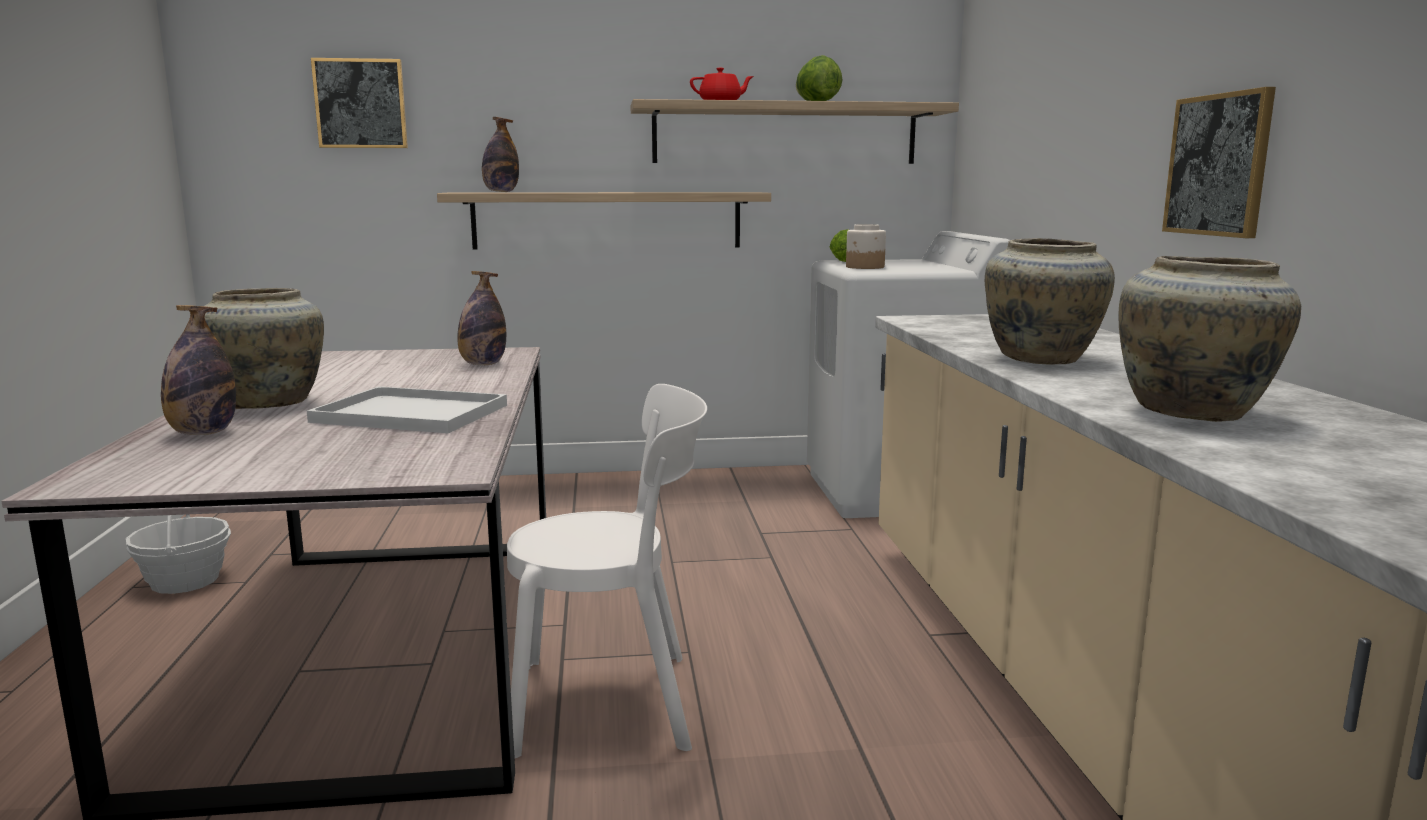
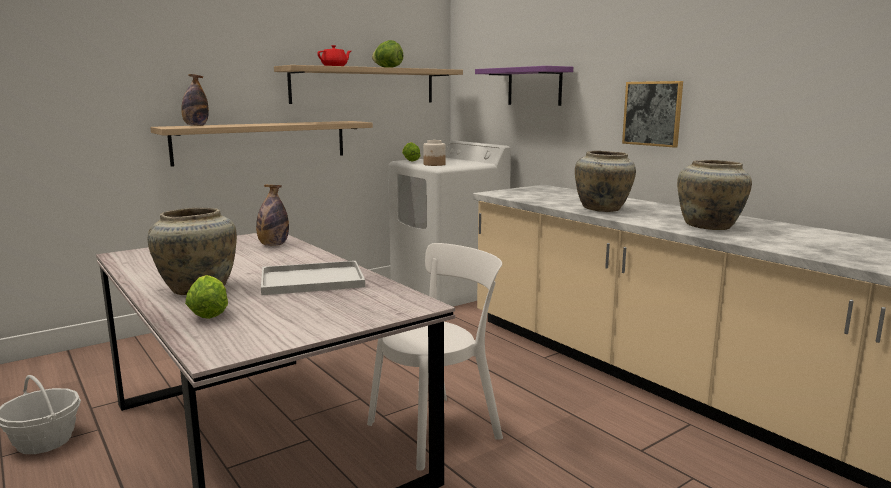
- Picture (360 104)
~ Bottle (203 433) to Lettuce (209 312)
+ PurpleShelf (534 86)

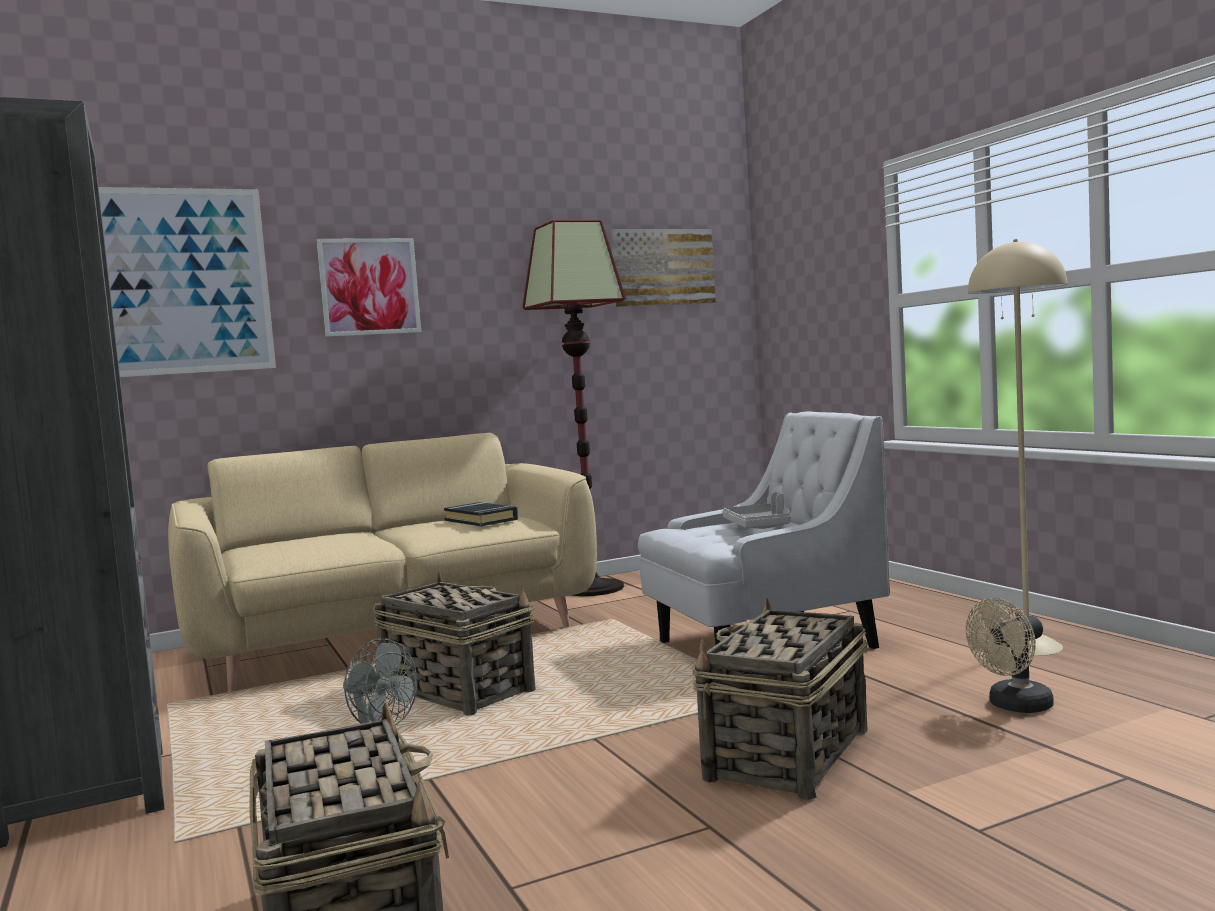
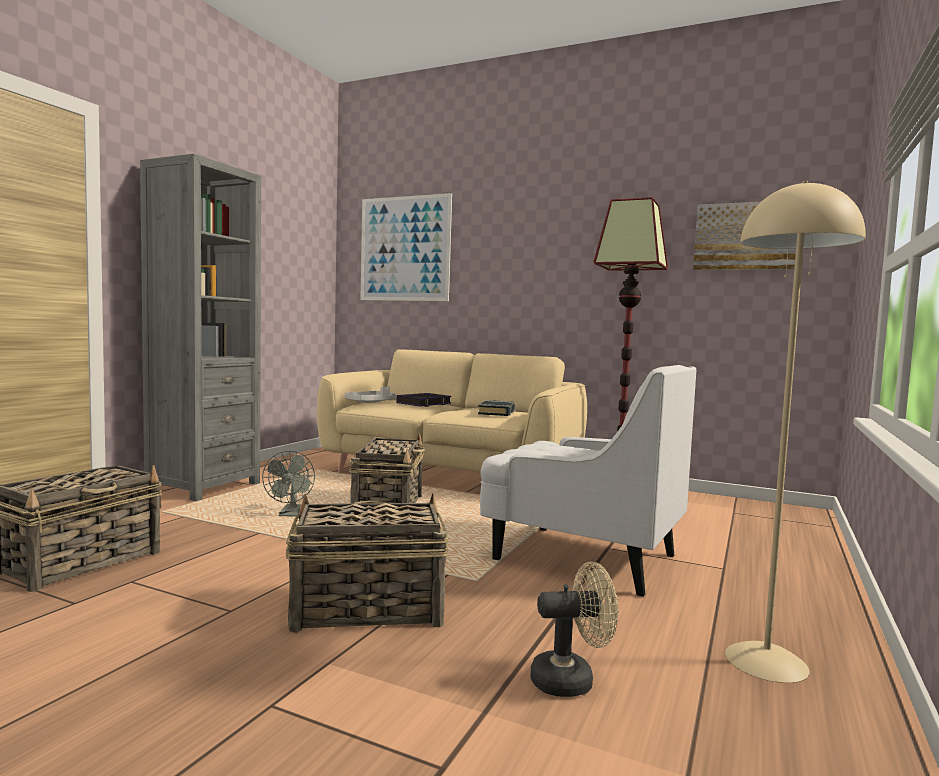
- Picture (369 287)
~ GreyTray (760 527) to (370 402)
~ BeigeFan (1014 706) = (572 680) 150 degrees clockwise
+ Book (424 404)

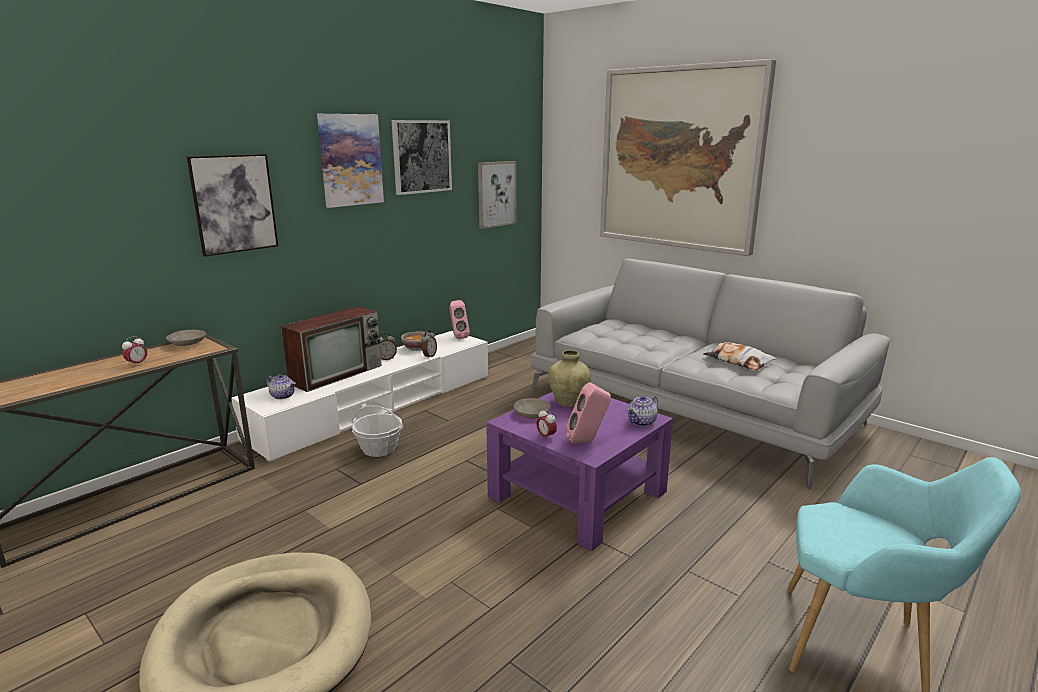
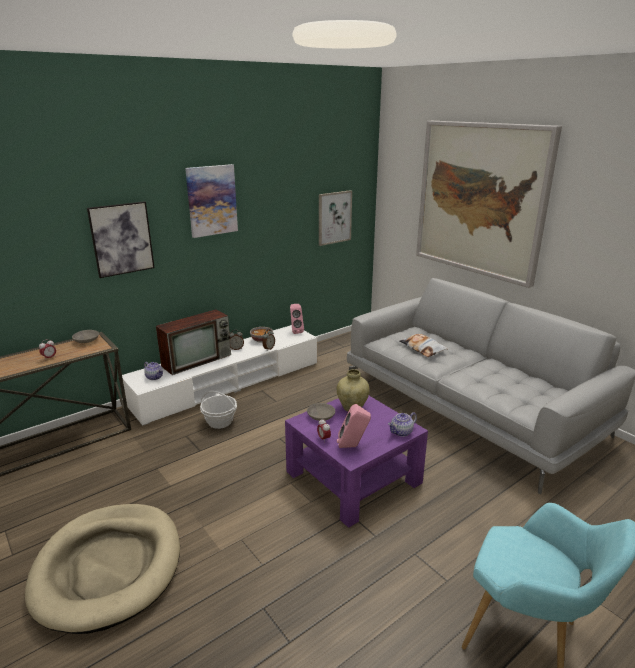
- Picture (421 156)
~ Pillow (738 361) to (422 348)

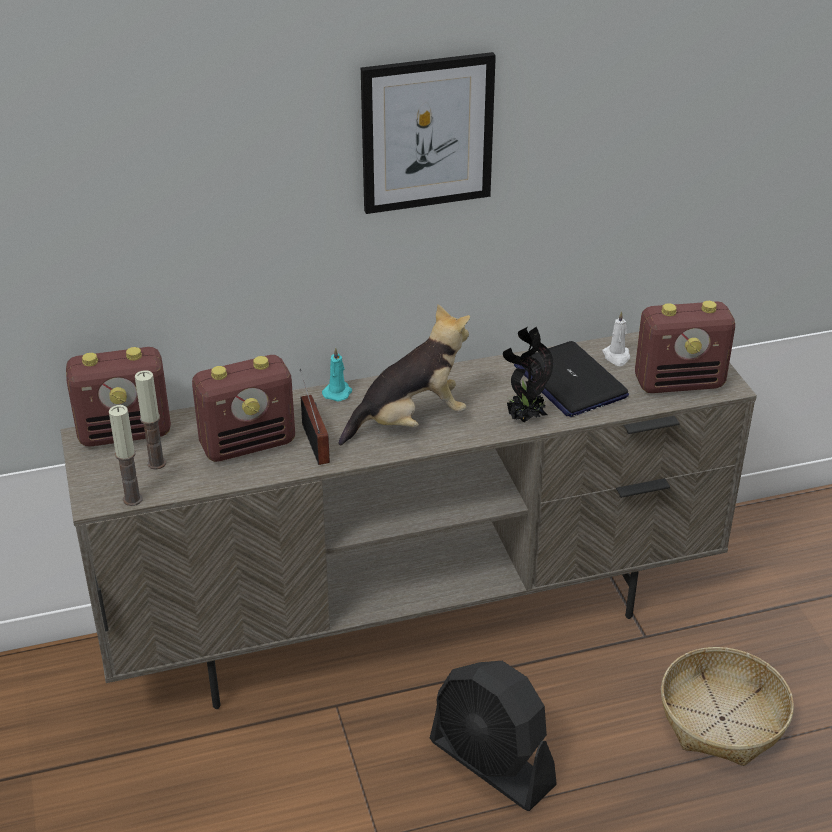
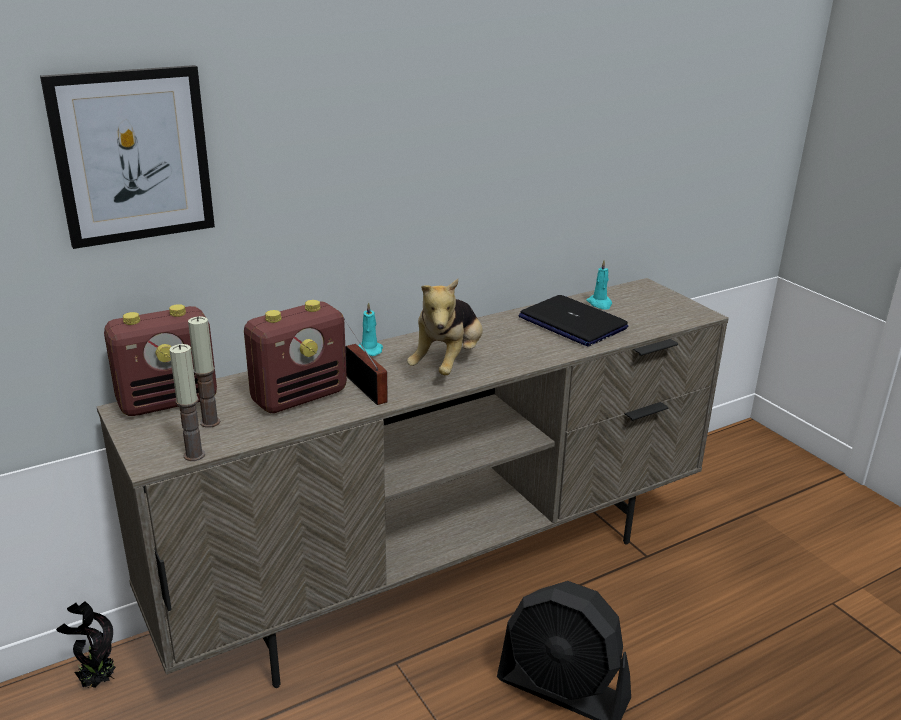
~ Picture (427 133) to (133 156)
- Radio (679 383)
~ PlushToy (410 421) = (448 363) 150 degrees clockwise
~ WhiteCandle (616 357) to TurquoiseCandle (600 304)
~ PottedPlant (524 418) to (96 682)
- Basket (722 719)

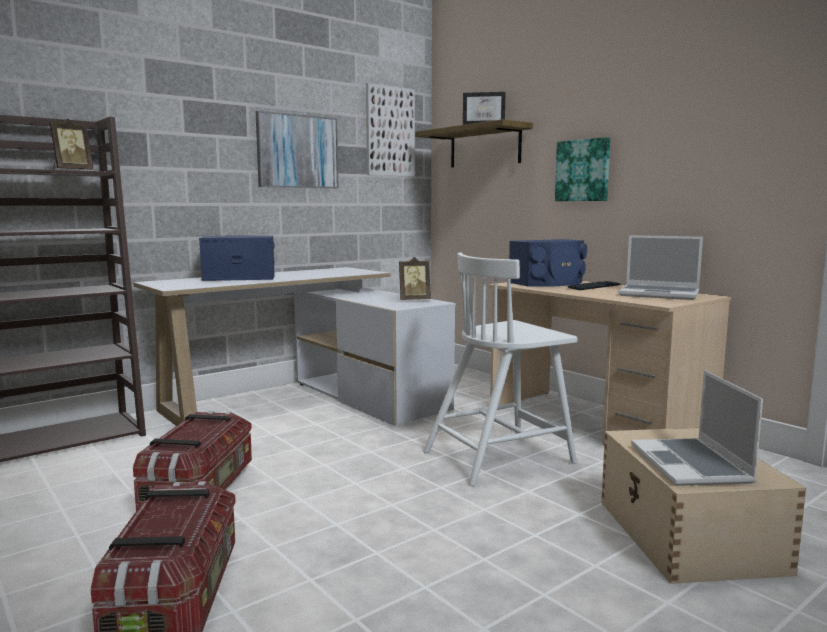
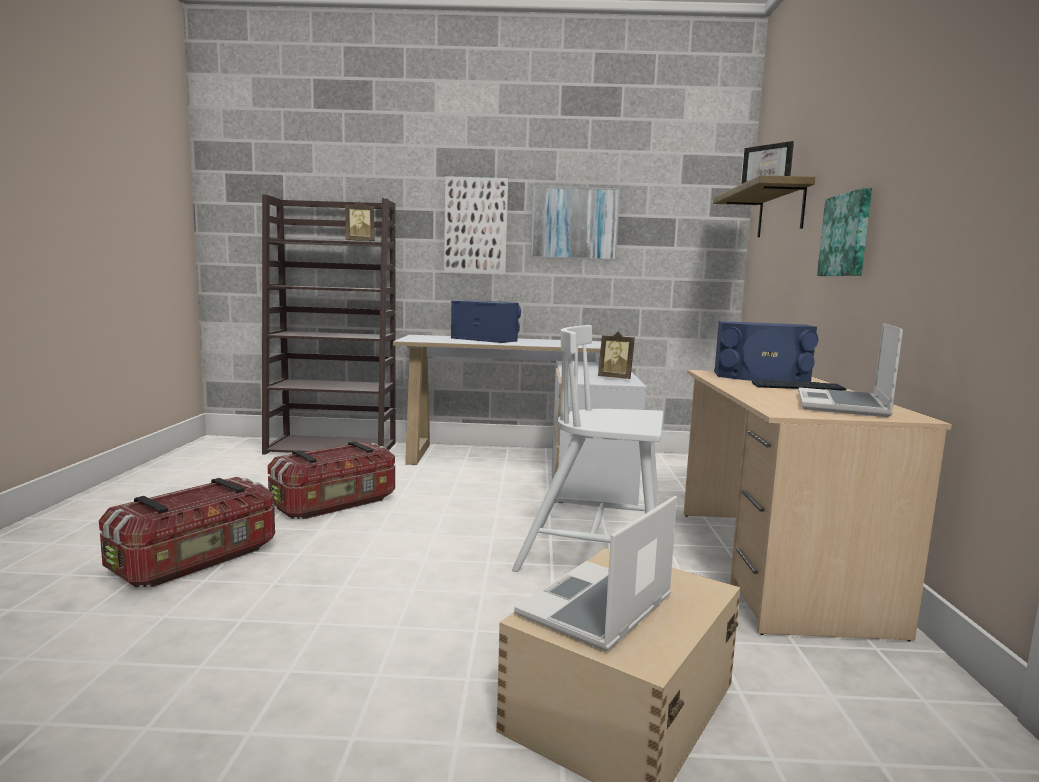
~ Picture (390 131) to (475 226)
~ Laptop (660 294) = (843 405) 45 degrees clockwise

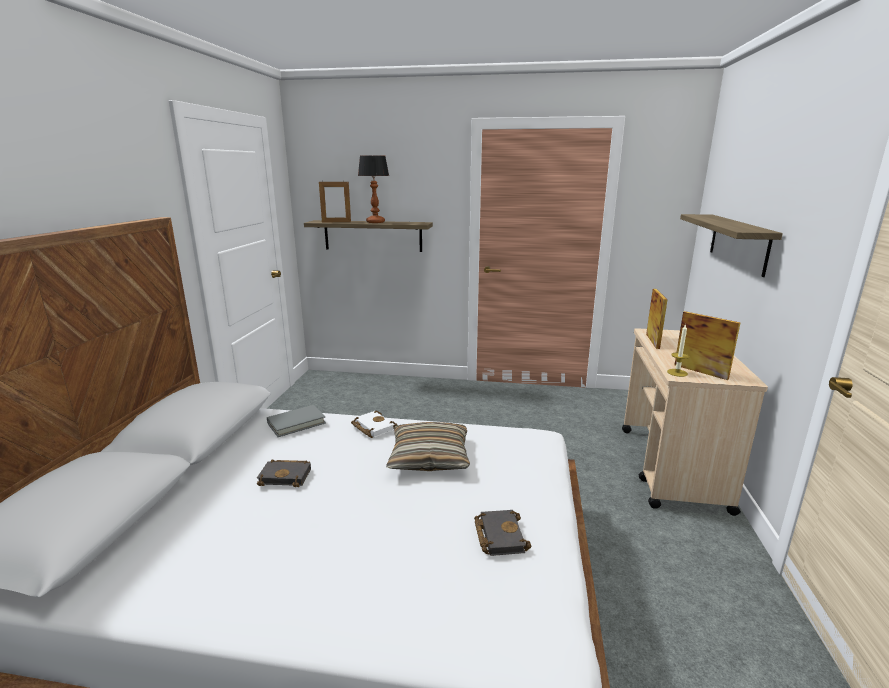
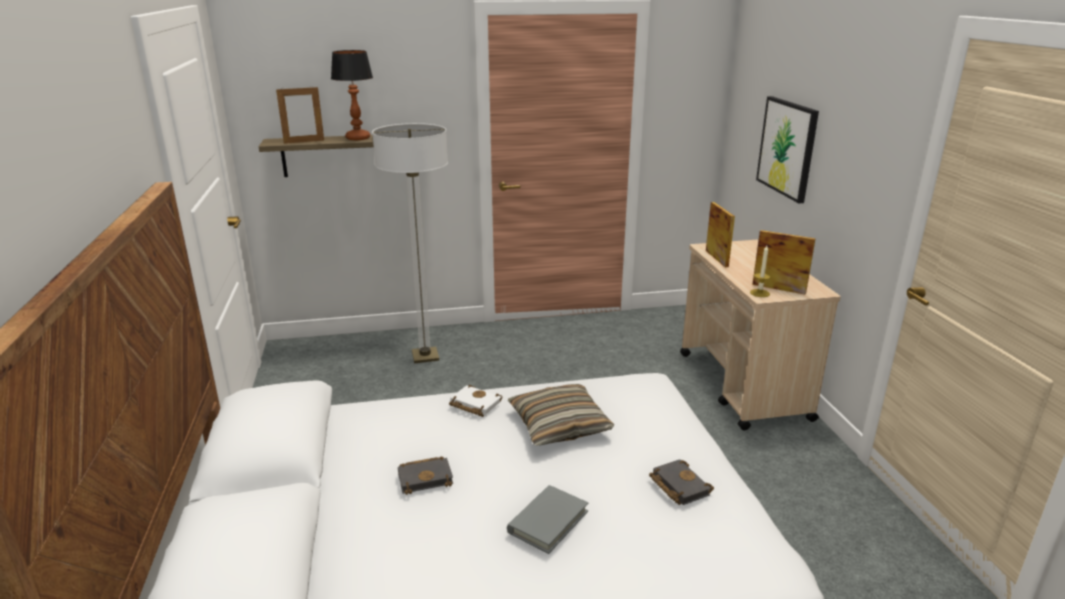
~ Shelf (738 242) to Picture (787 148)
~ GreyBook (296 423) to (548 521)
+ FloorLamp (425 356)

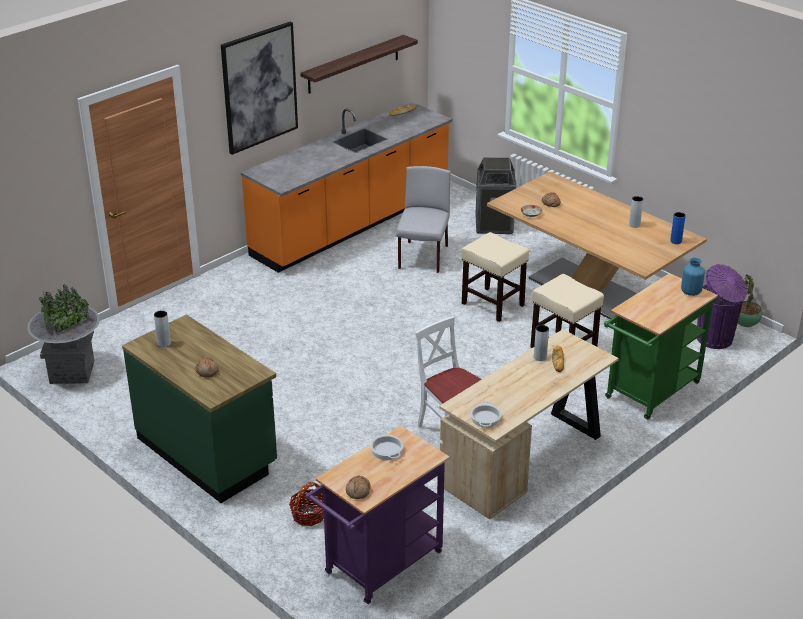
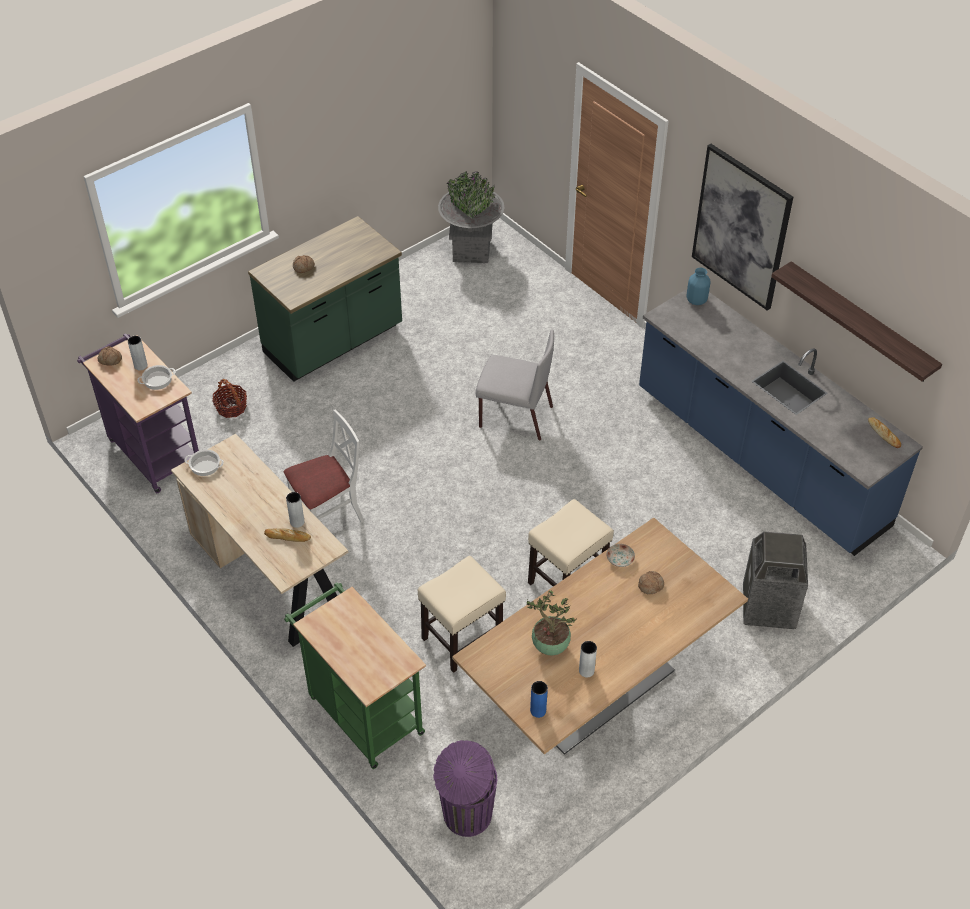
~ OrangeCounter (352 225) to BlueCounter (759 458)
~ GreyChair (423 258) to (514 416)
~ BlueVase (690 292) to (696 300)
~ PottedPlant (745 325) to (549 646)
~ GreyVase (164 343) to (140 366)

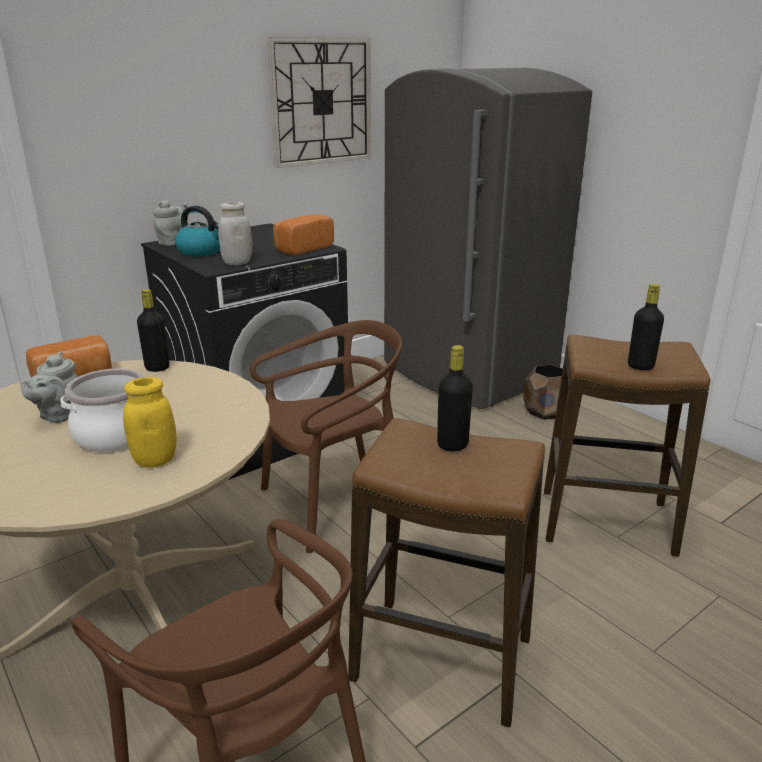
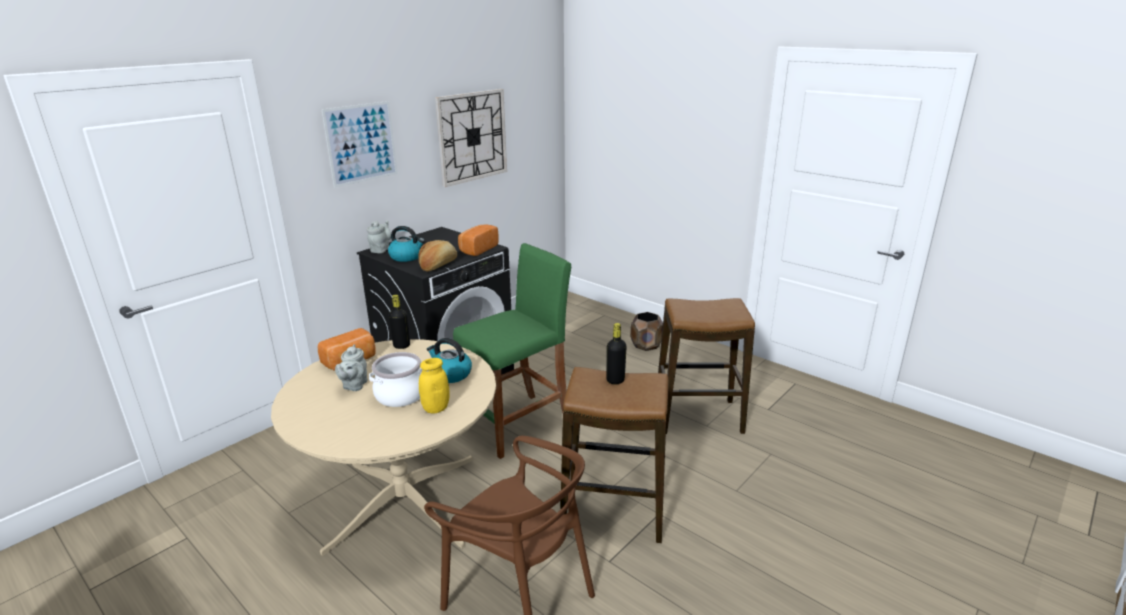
- GreyFridge (467 373)
~ WhiteJar (237 263) to Bread (438 265)
- BlackBottle (640 366)
~ BrownChair (334 503) to GreenStool (517 424)
+ Picture (361 143)
+ Kettle (450 374)

